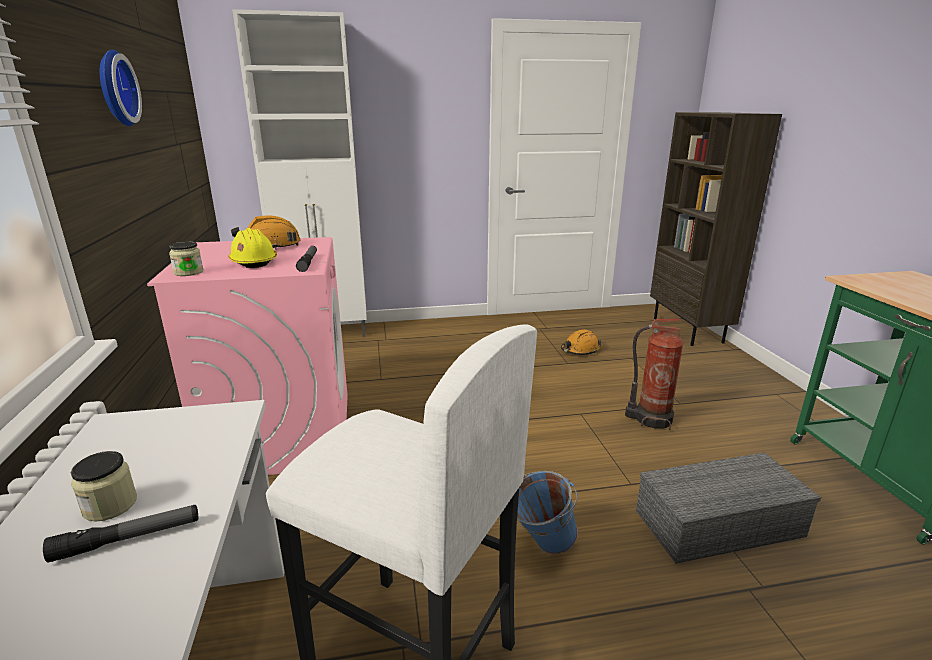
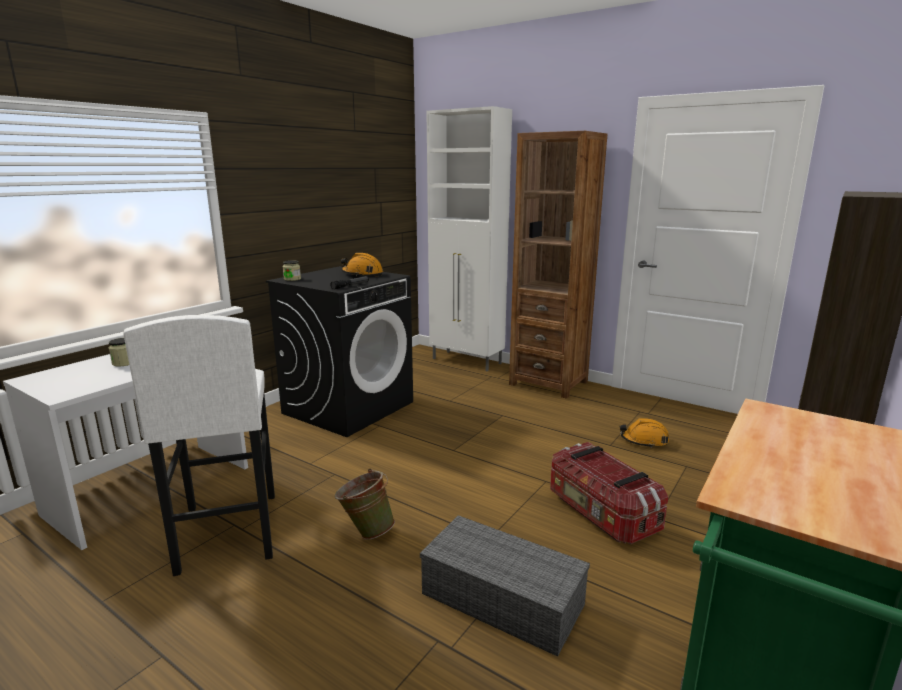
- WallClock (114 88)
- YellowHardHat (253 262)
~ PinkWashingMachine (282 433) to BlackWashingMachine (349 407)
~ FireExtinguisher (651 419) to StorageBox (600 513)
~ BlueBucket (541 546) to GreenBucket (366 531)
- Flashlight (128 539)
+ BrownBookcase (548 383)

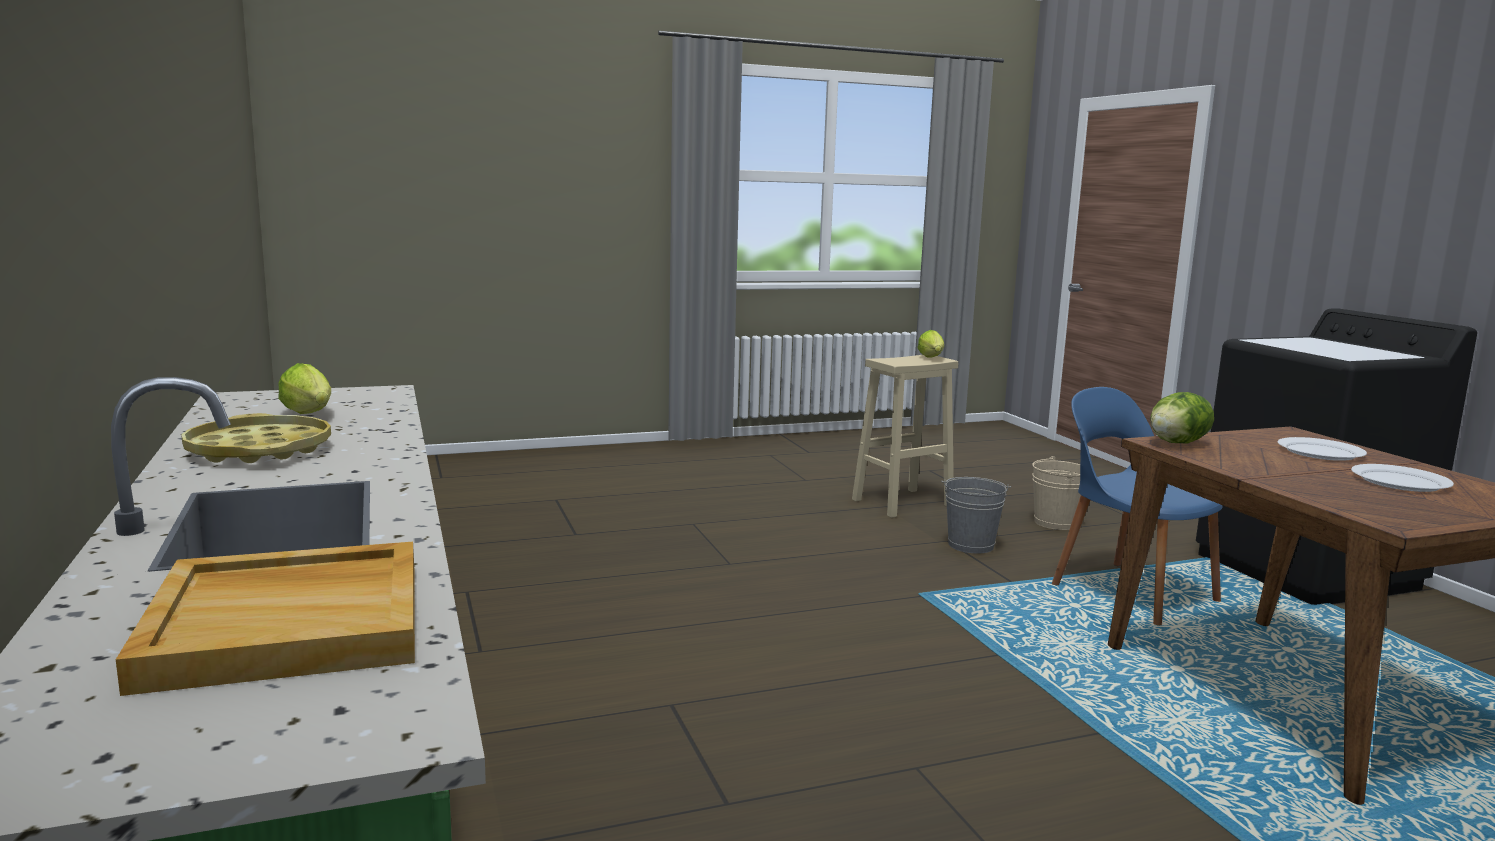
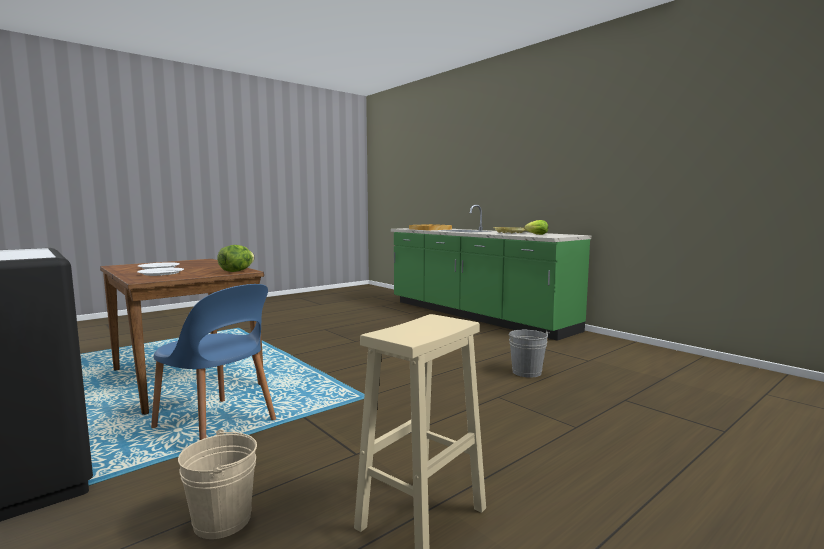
- Lettuce (932 358)
~ GreyBucket (971 545) to (526 372)

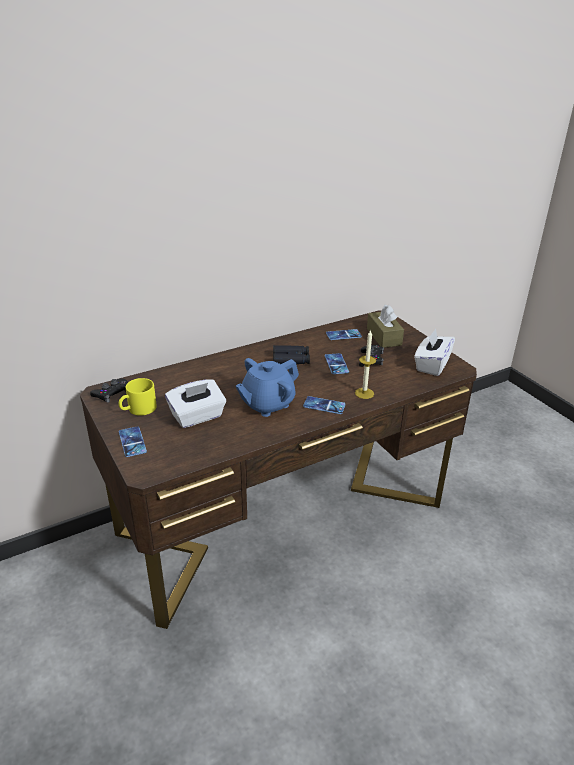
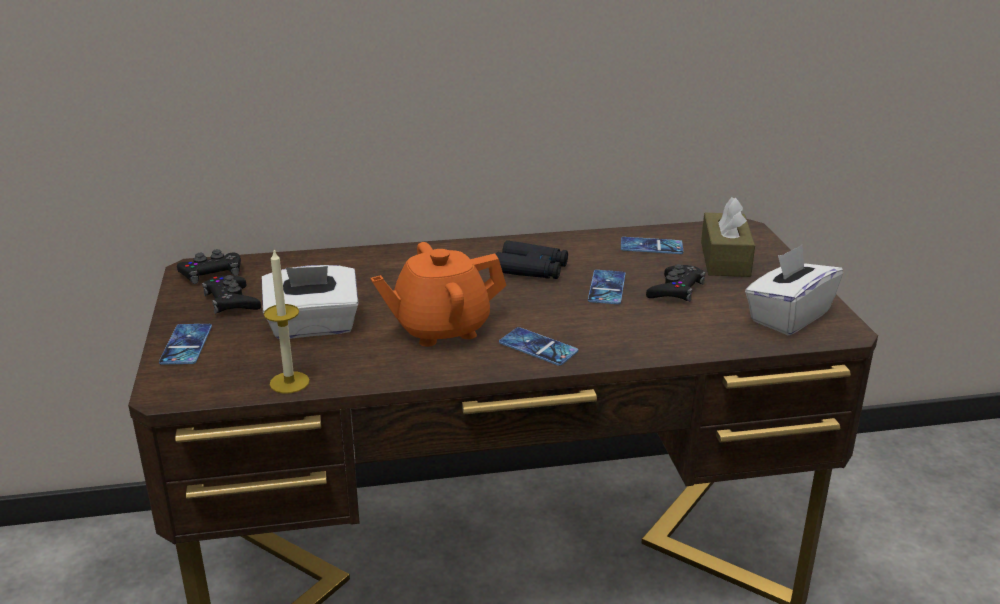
~ Candle (364 393) to (289 382)
~ BlueTeapot (267 404) to OrangeTeapot (440 328)
~ YellowMug (138 409) to BlackGameController (231 301)

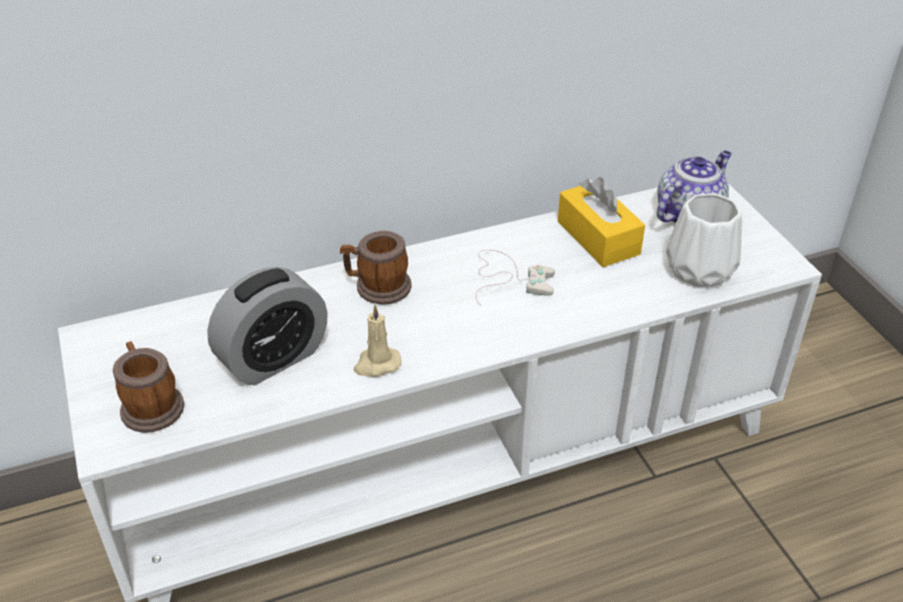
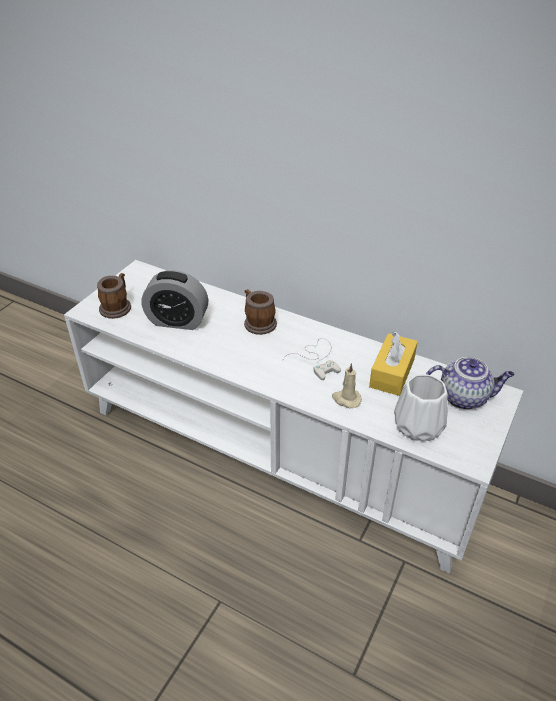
~ BeigeCandle (376 364) to (346 399)

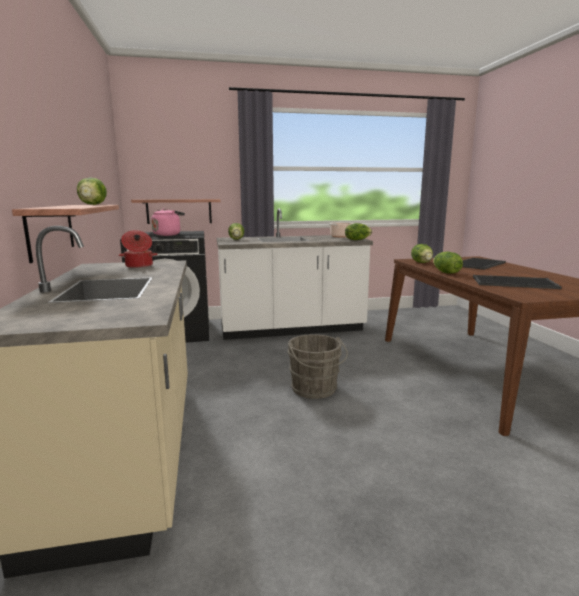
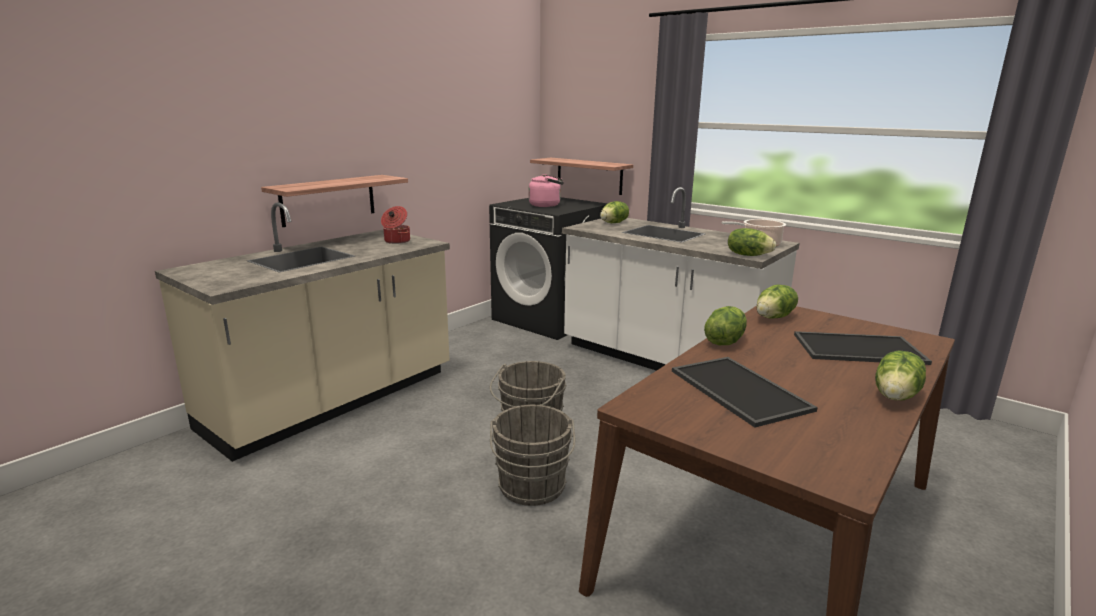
~ Lettuce (93 204) to (896 396)
+ GreyBucket (532 488)

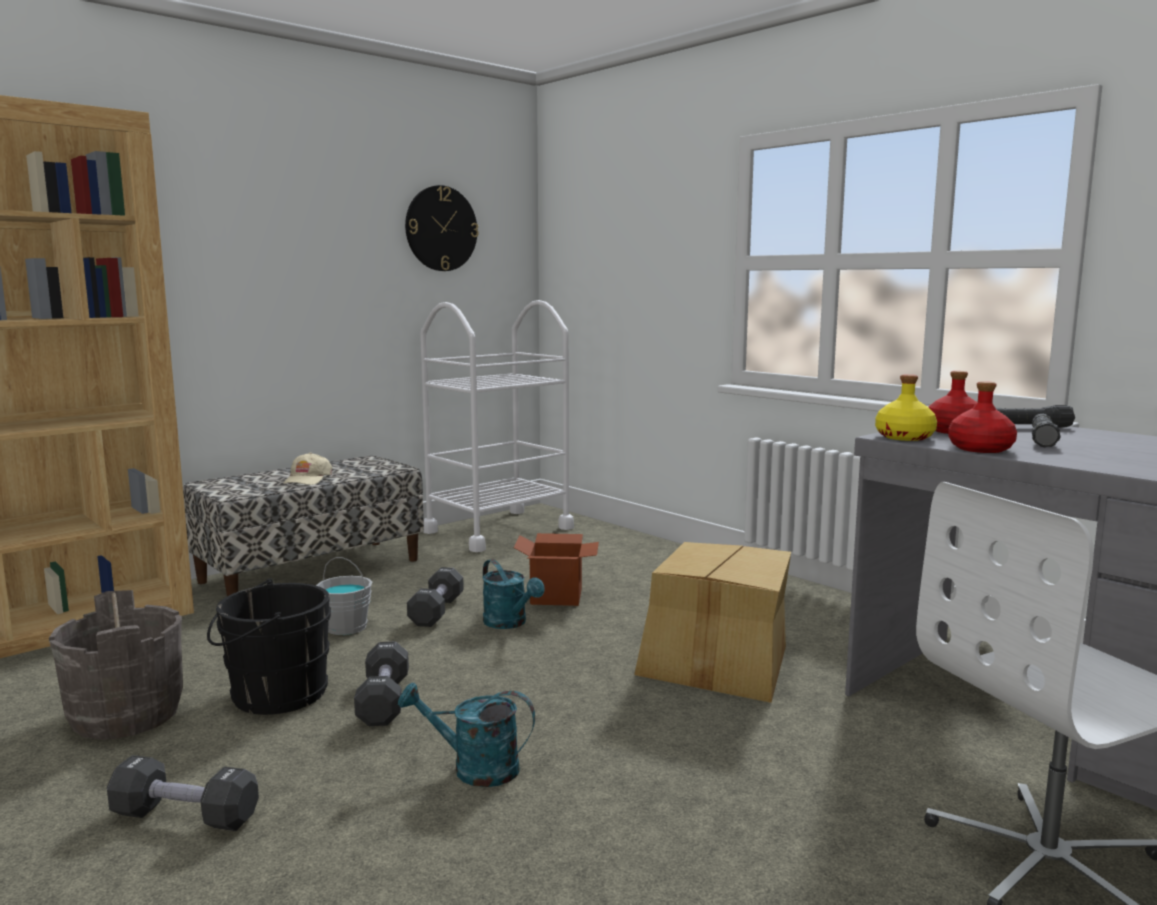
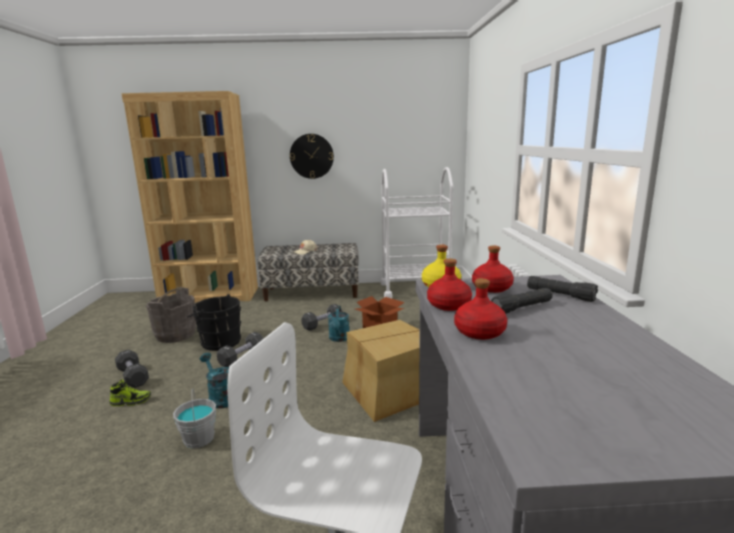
~ WallClock (441 228) to (311 156)
~ GreyBucket (347 627) to (199 438)
+ RedBottle (479 332)
+ Shoe (131 401)

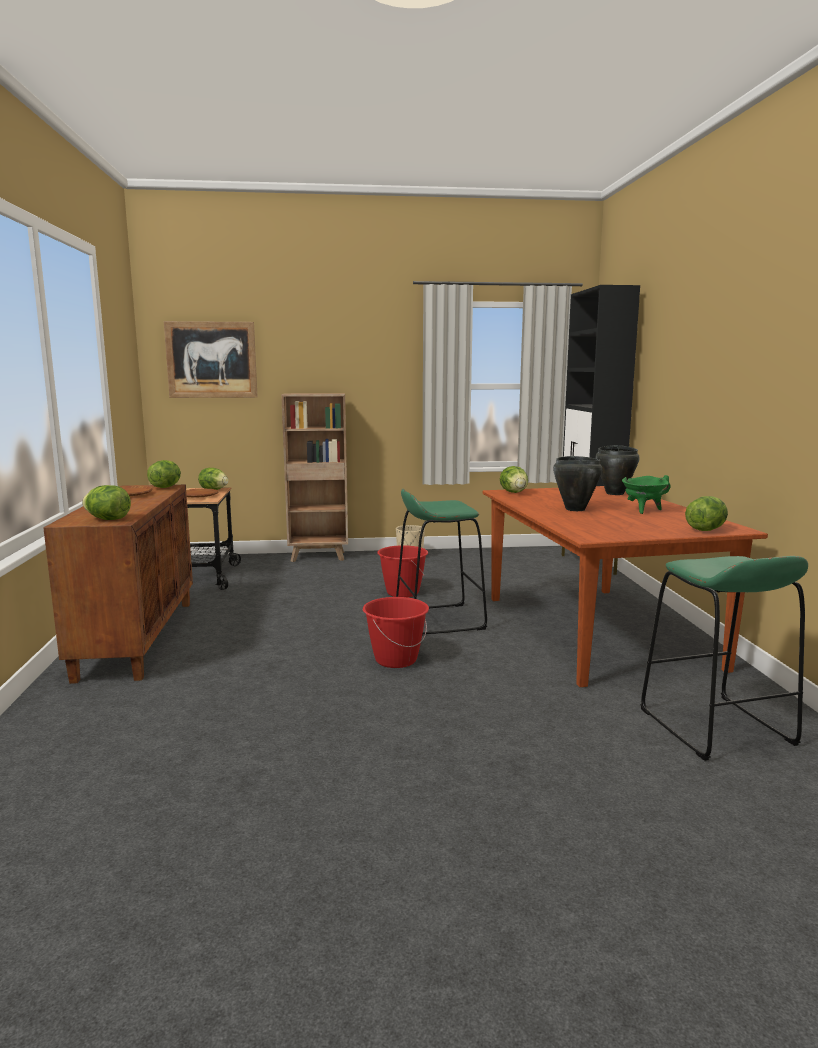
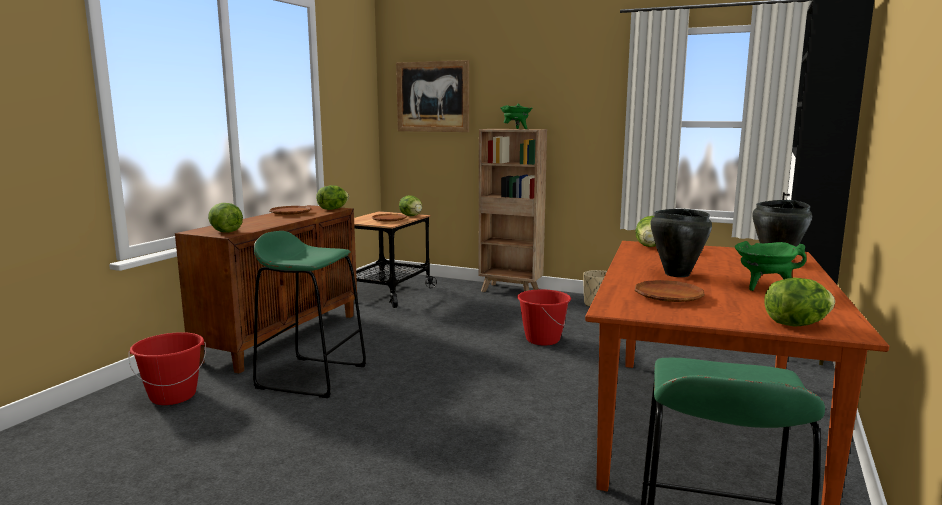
~ GreenStool (439 619) to (312 376)
~ RedBucket (395 659) to (173 396)
+ GreenCookingPot (516 129)
+ BrownPlate (668 296)

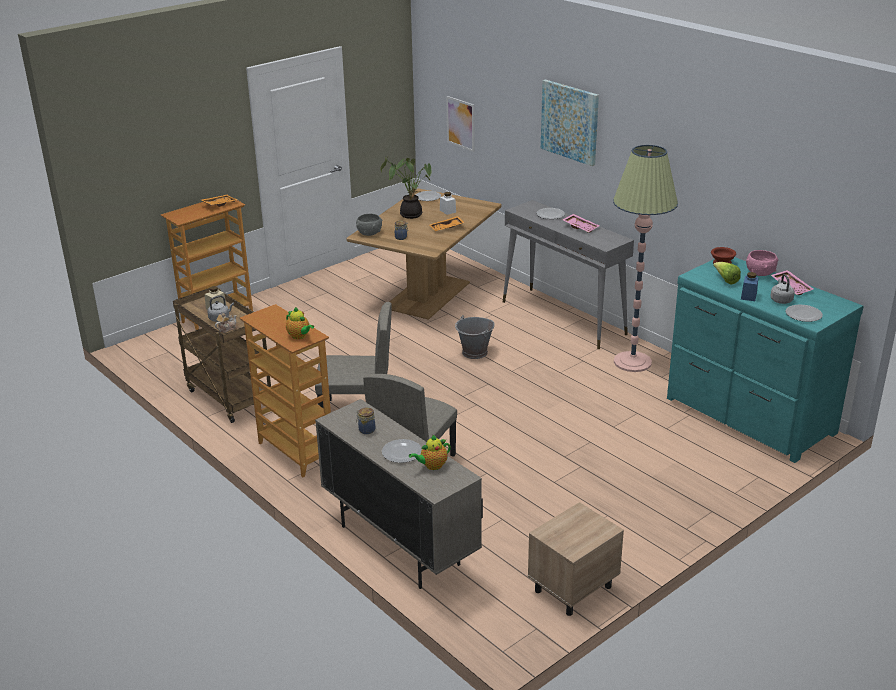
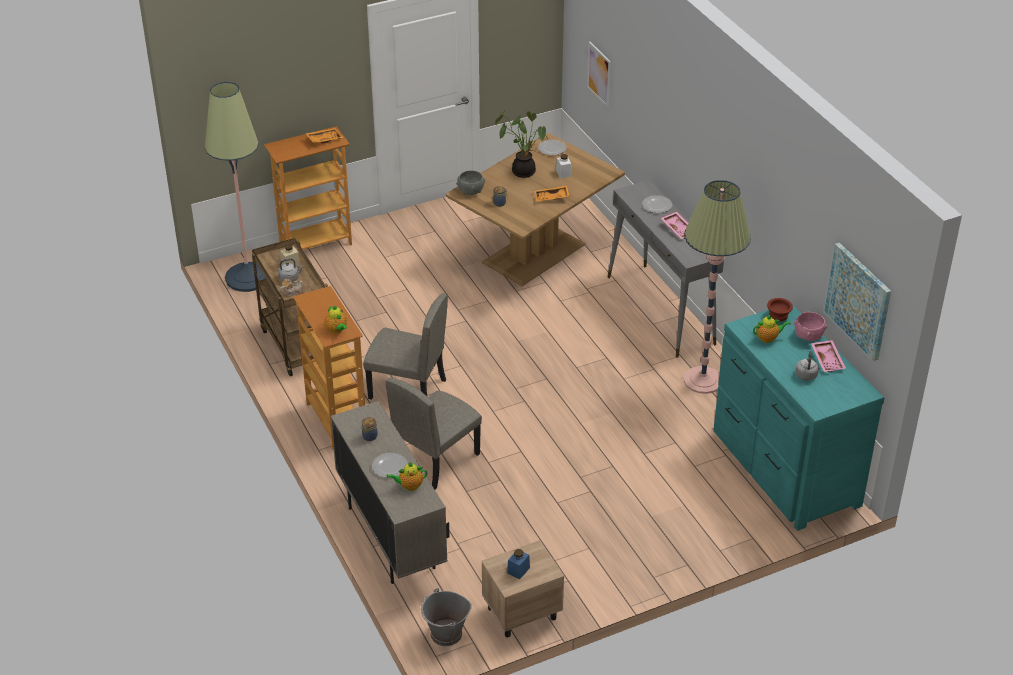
~ Picture (570 122) to (859 300)
~ Lettuce (726 280) to Teapot (768 338)
~ BlueJar (748 296) to (518 570)
- Plate (804 315)
~ GreyBucket (475 353) to (446 634)
+ FloorLamp (248 277)

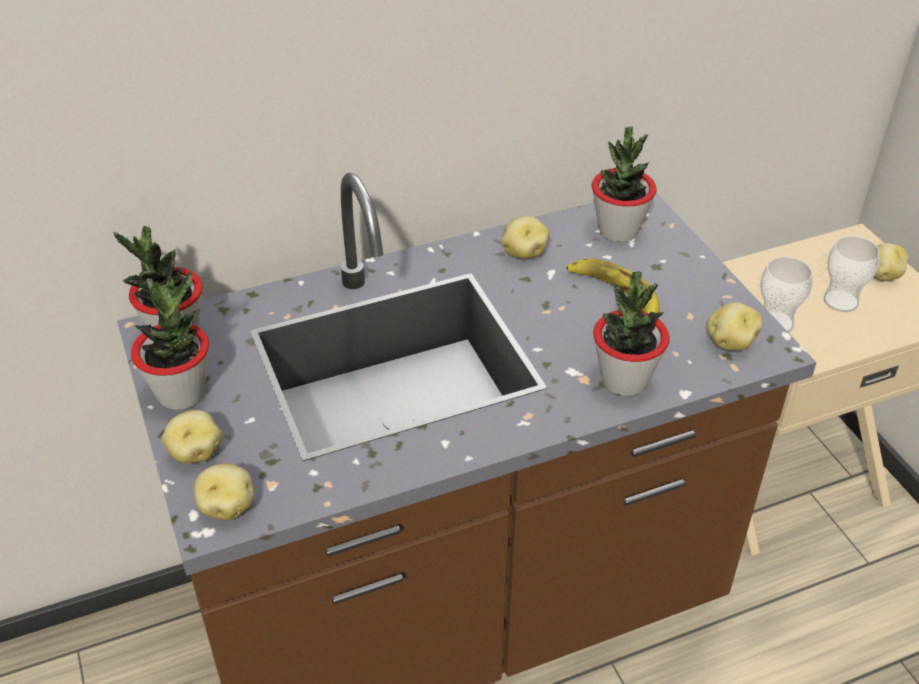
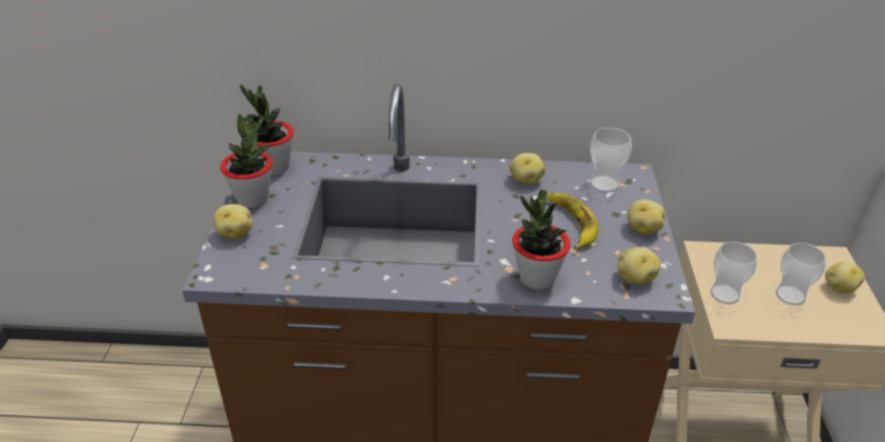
~ PottedPlant (618 231) to Cup (604 184)
~ Potato (227 506) to (643 228)

